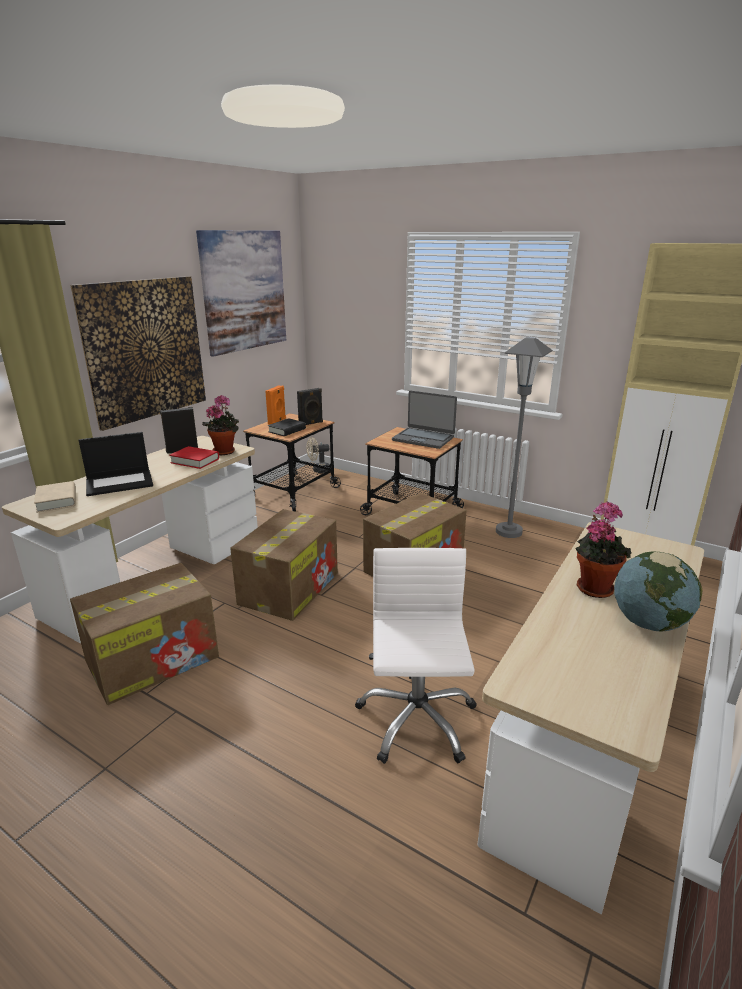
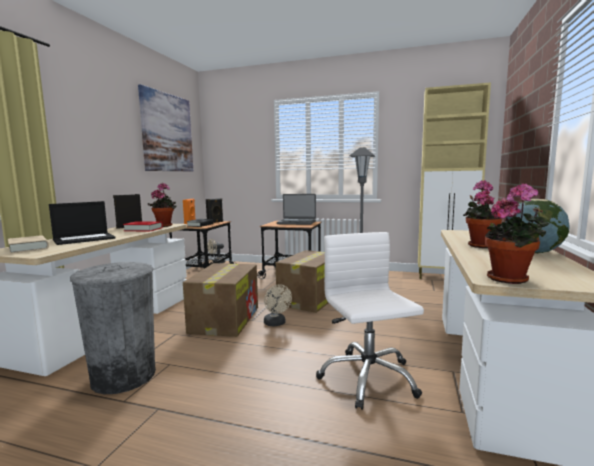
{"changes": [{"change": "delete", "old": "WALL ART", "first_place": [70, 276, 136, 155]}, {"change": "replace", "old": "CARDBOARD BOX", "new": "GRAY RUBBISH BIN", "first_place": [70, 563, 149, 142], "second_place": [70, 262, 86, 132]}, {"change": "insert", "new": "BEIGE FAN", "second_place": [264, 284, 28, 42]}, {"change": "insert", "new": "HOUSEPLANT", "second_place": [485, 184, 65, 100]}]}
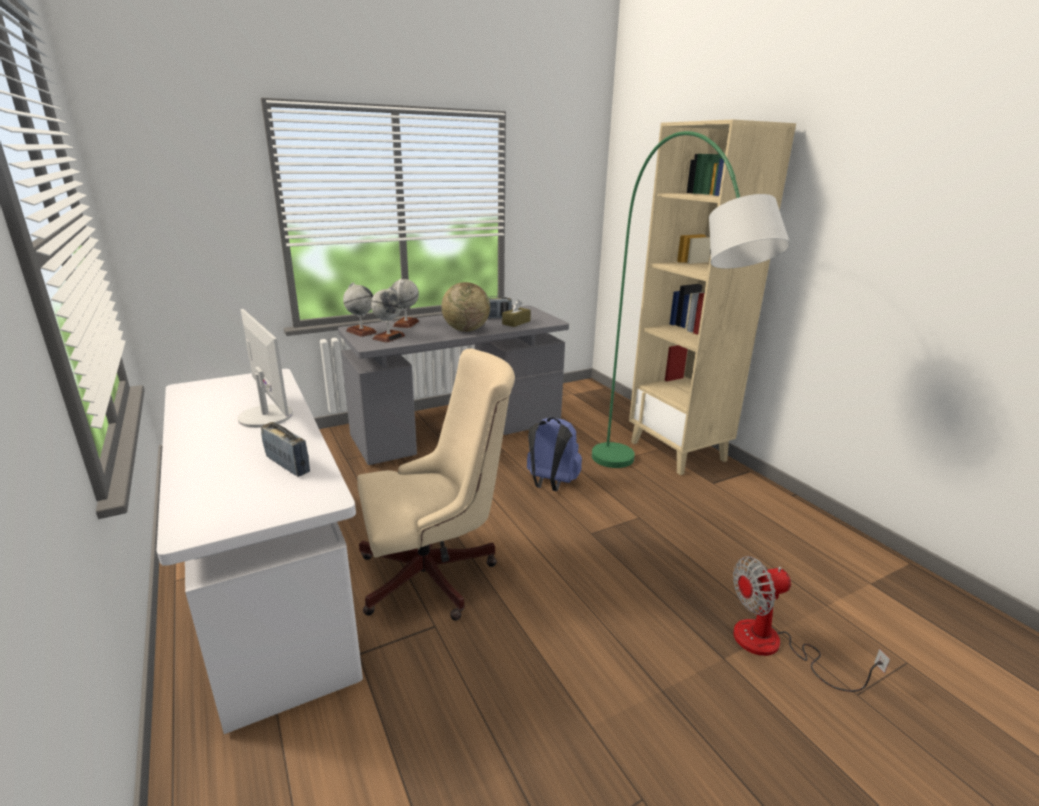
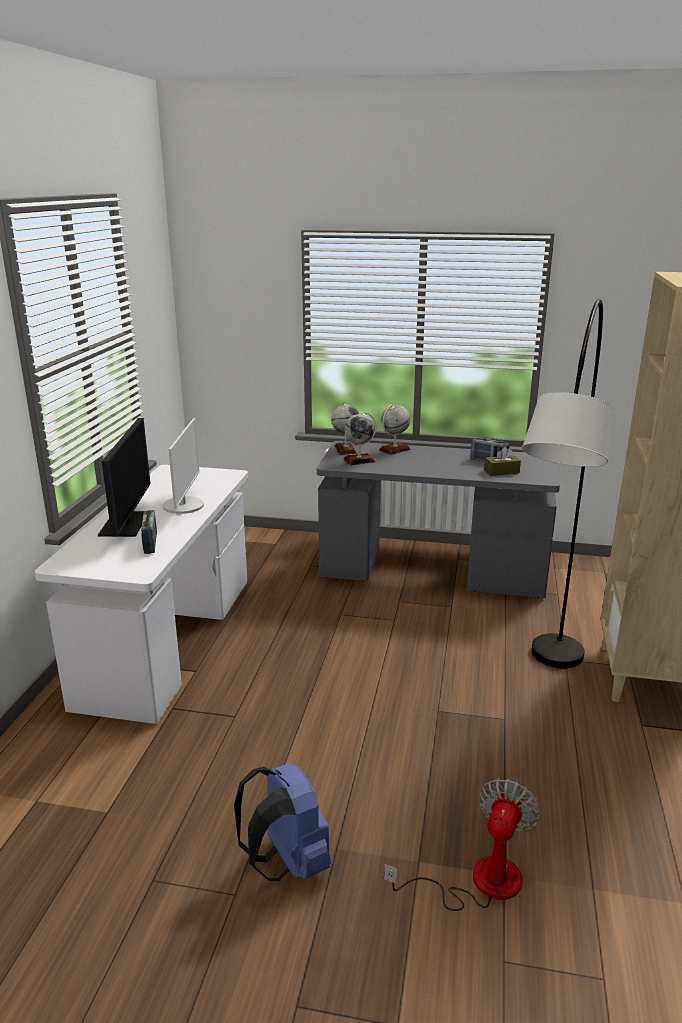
{"changes": [{"change": "delete", "old": "BEIGE DESK CHAIR", "first_place": [357, 348, 158, 273]}, {"change": "delete", "old": "GLOBE", "first_place": [441, 282, 49, 50]}, {"change": "move", "old": "BLUE-COLOURED BACKPACK", "first_place": [527, 417, 55, 74], "second_place": [234, 763, 97, 118]}, {"change": "recolor", "old": "GREENISH FLOOR LAMP", "new": "GRAY FLOOR LAMP", "first_place": [592, 131, 198, 337], "second_place": [522, 299, 90, 370]}, {"change": "rotate", "old": "FAN", "first_place": [733, 556, 157, 136], "second_place": [384, 778, 157, 133], "degrees": 90}, {"change": "insert", "new": "COMPUTER DISPLAY", "second_place": [98, 418, 53, 119]}]}
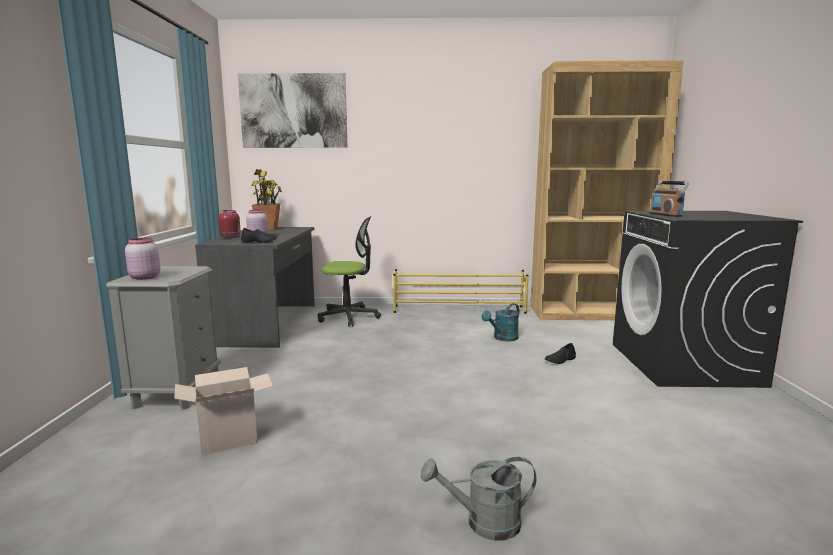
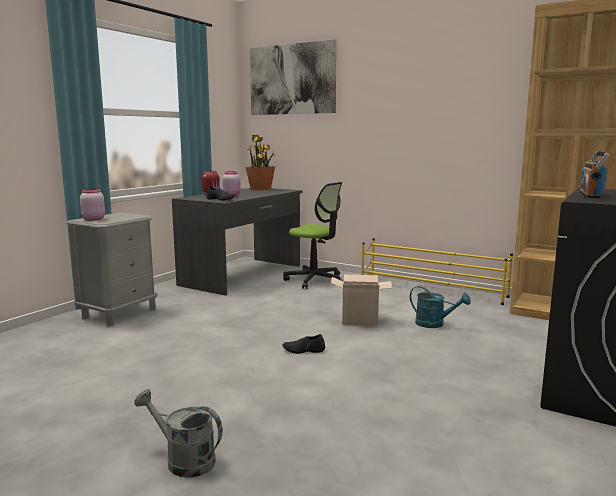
{"changes": [{"change": "move", "old": "CARDBOARD BOX", "first_place": [174, 367, 99, 88], "second_place": [331, 275, 61, 51]}, {"change": "rotate", "old": "TURQUOISE-COLOURED WATERING POT", "first_place": [482, 303, 37, 38], "second_place": [410, 286, 61, 42], "degrees": -135}, {"change": "move", "old": "BLACK ITEM OF FOOTWEAR", "first_place": [545, 343, 31, 21], "second_place": [282, 334, 43, 20]}]}
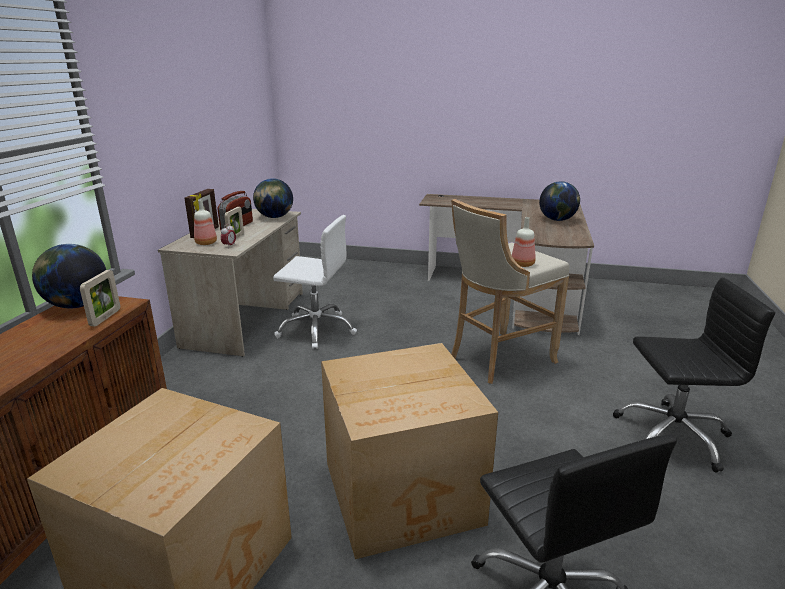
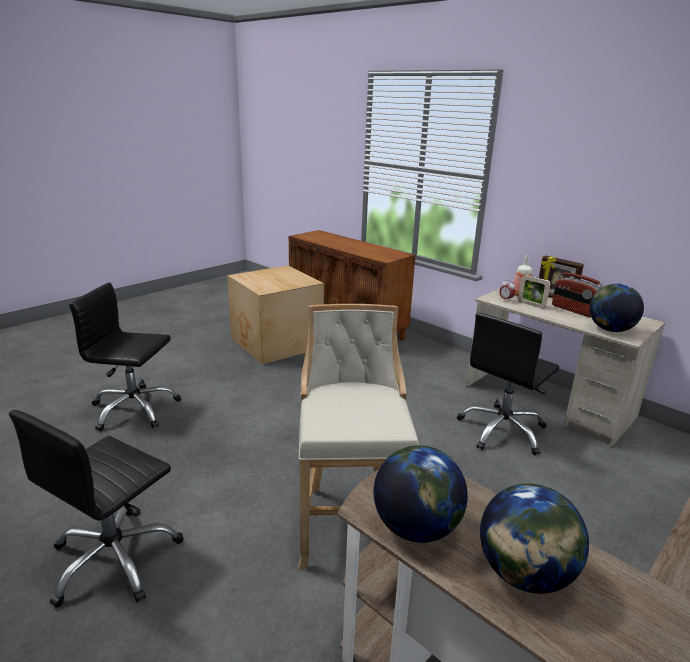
{"changes": [{"change": "move", "old": "GLOBE", "first_place": [32, 244, 74, 64], "second_place": [374, 445, 94, 98]}, {"change": "delete", "old": "PHOTO FRAME", "first_place": [80, 270, 40, 56]}, {"change": "recolor", "old": "WHITISH DESK CHAIR", "new": "BLACK DESK CHAIR", "first_place": [273, 215, 84, 134], "second_place": [457, 313, 102, 142]}, {"change": "delete", "old": "CARDBOARD BOX", "first_place": [321, 343, 177, 216]}, {"change": "delete", "old": "DRINK BOTTLE", "first_place": [512, 217, 24, 50]}]}
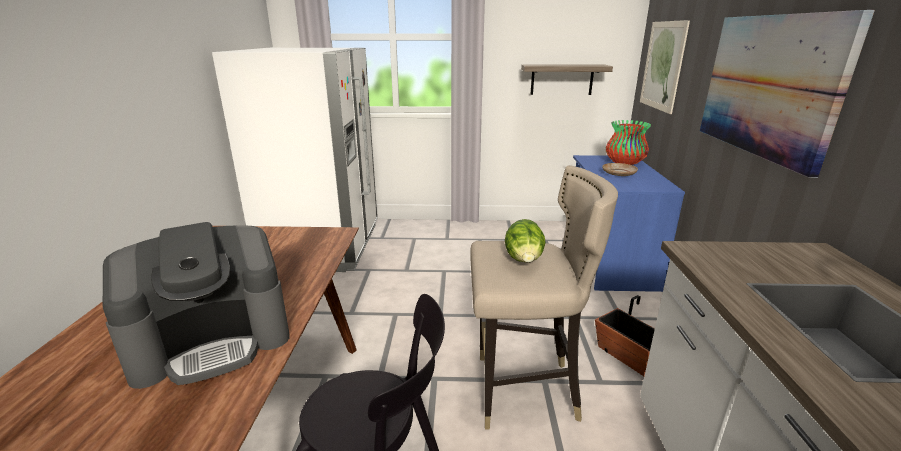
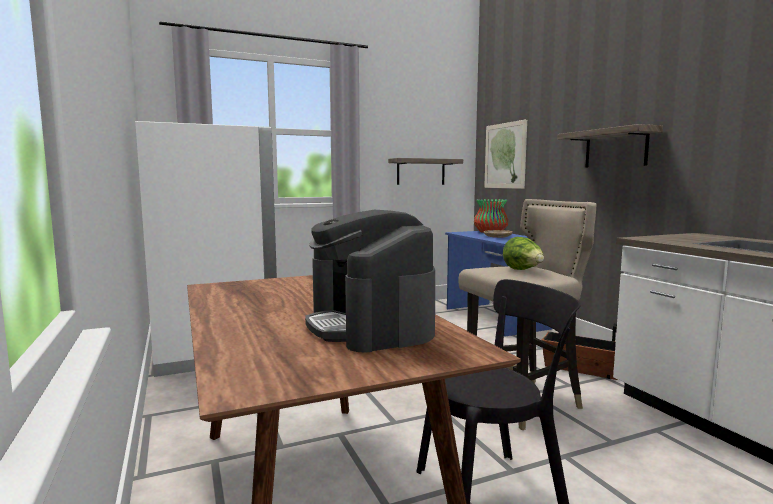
{"changes": [{"change": "rotate", "old": "COFFEE MAKER", "first_place": [103, 222, 187, 167], "second_place": [305, 210, 130, 143], "degrees": 120}, {"change": "replace", "old": "WALL ART", "new": "BRACKET SHELF", "first_place": [700, 10, 175, 168], "second_place": [557, 124, 106, 44]}]}
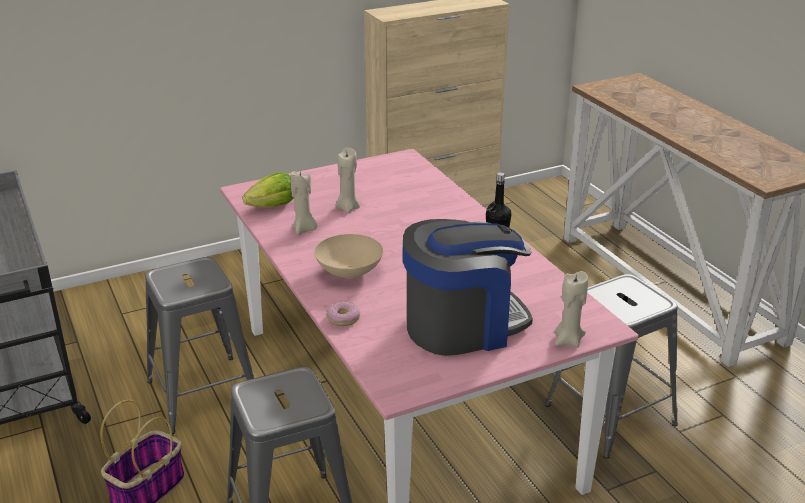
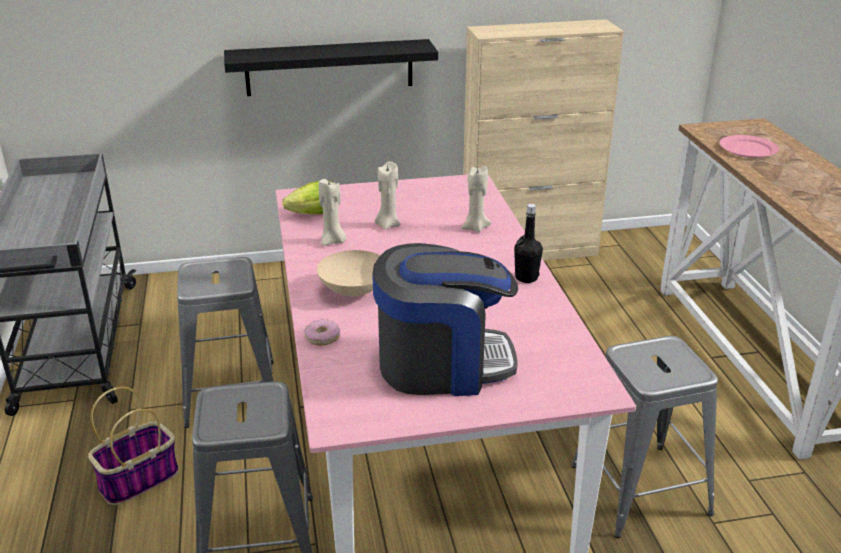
{"changes": [{"change": "move", "old": "BEIGE WAX LIGHT", "first_place": [555, 271, 33, 77], "second_place": [461, 166, 31, 67]}, {"change": "insert", "new": "BLACK BRACKET SHELF", "second_place": [224, 39, 214, 57]}, {"change": "insert", "new": "PINK-COLOURED DINNER PLATE", "second_place": [719, 135, 60, 23]}]}
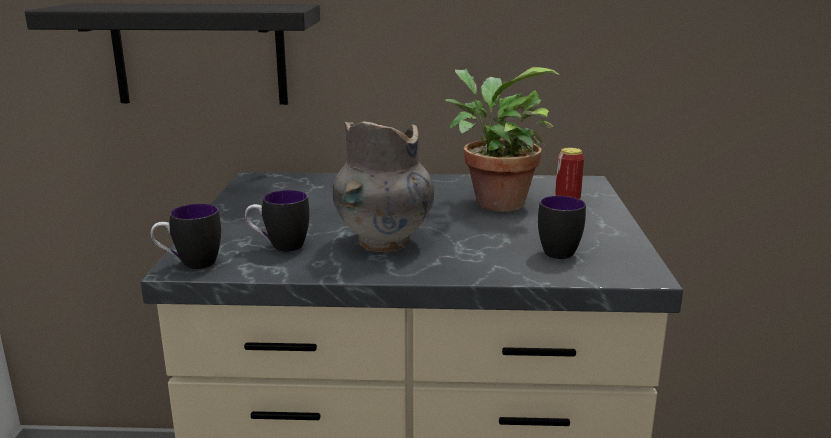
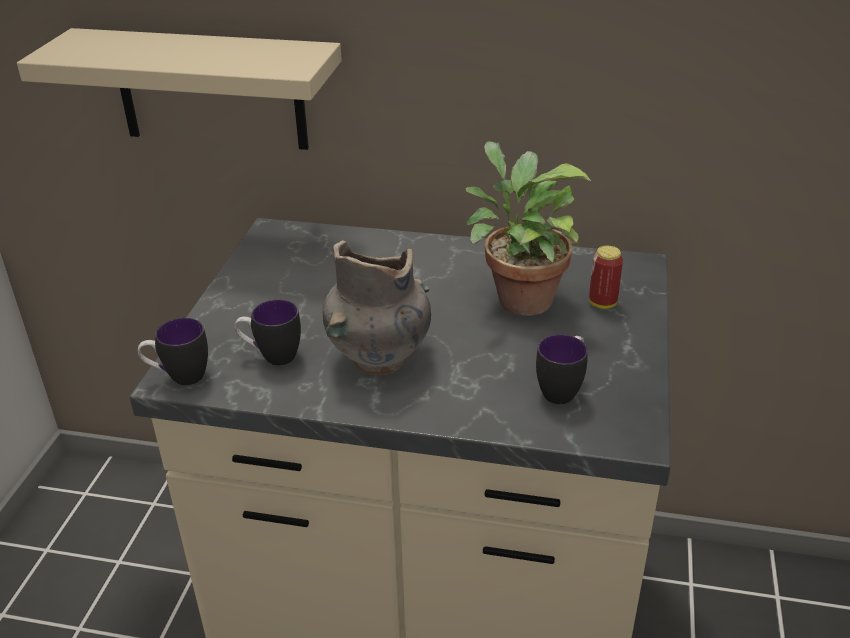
{"changes": [{"change": "recolor", "old": "BLACK BRACKET SHELF", "new": "BEIGE BRACKET SHELF", "first_place": [25, 3, 295, 102], "second_place": [17, 28, 325, 122]}]}
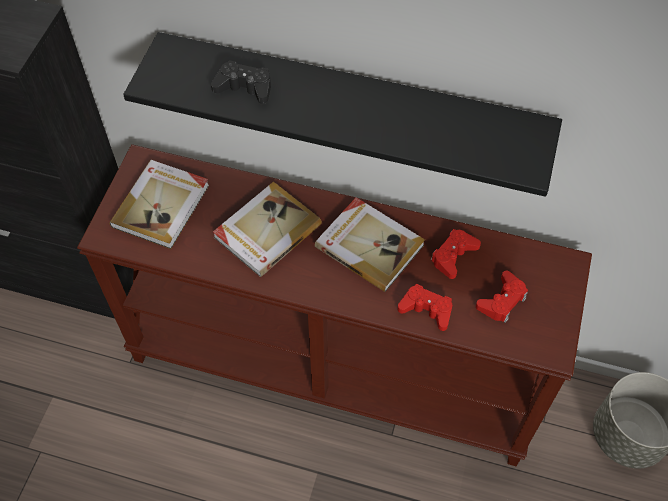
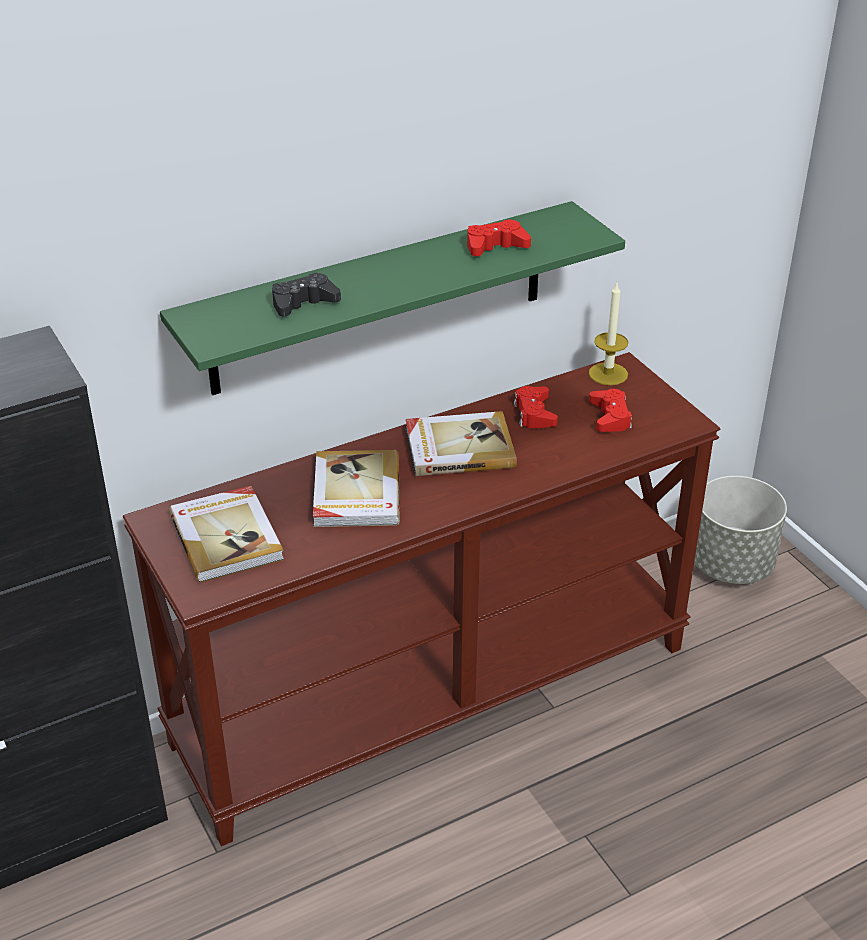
{"changes": [{"change": "recolor", "old": "BLACK BRACKET SHELF", "new": "GREENISH BRACKET SHELF", "first_place": [123, 32, 439, 165], "second_place": [160, 201, 465, 194]}, {"change": "move", "old": "REDDISH GAMEPAD", "first_place": [398, 284, 54, 47], "second_place": [467, 219, 64, 37]}, {"change": "insert", "new": "WAX LIGHT", "second_place": [589, 283, 39, 102]}]}
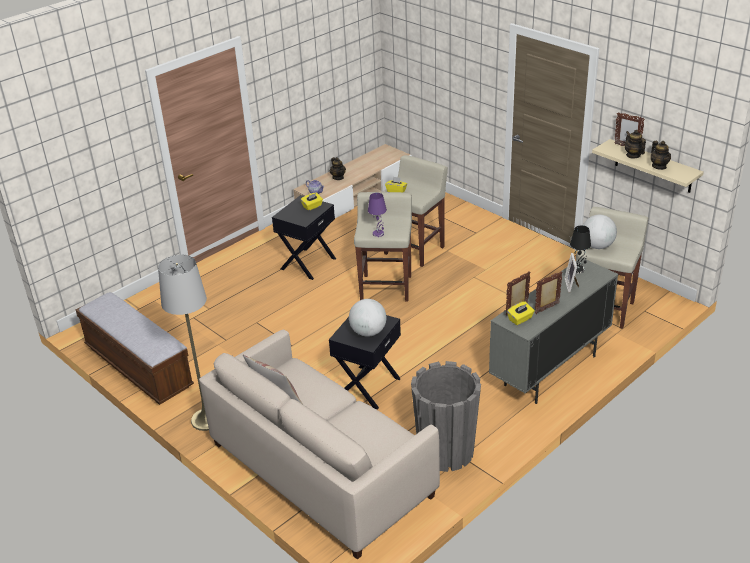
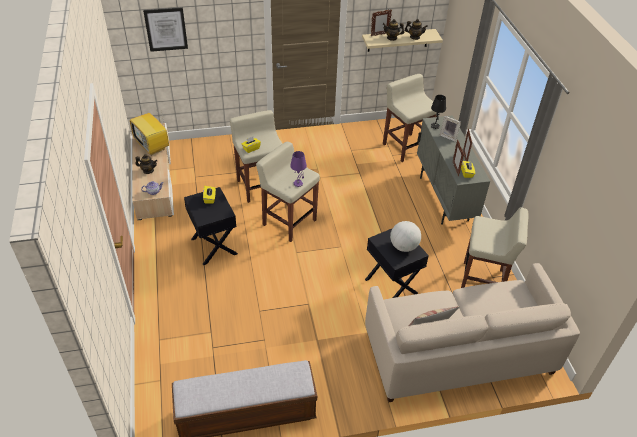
{"changes": [{"change": "delete", "old": "GRAY FLOOR LAMP", "first_place": [158, 255, 51, 176]}, {"change": "replace", "old": "GRAY FLOWER POT", "new": "BEIGE STOOL SEAT", "first_place": [411, 361, 70, 111], "second_place": [461, 207, 67, 81]}, {"change": "delete", "old": "GLOBE", "first_place": [583, 215, 34, 34]}, {"change": "insert", "new": "TELEVISION", "second_place": [130, 110, 39, 46]}, {"change": "insert", "new": "WALL ART", "second_place": [143, 7, 45, 45]}]}
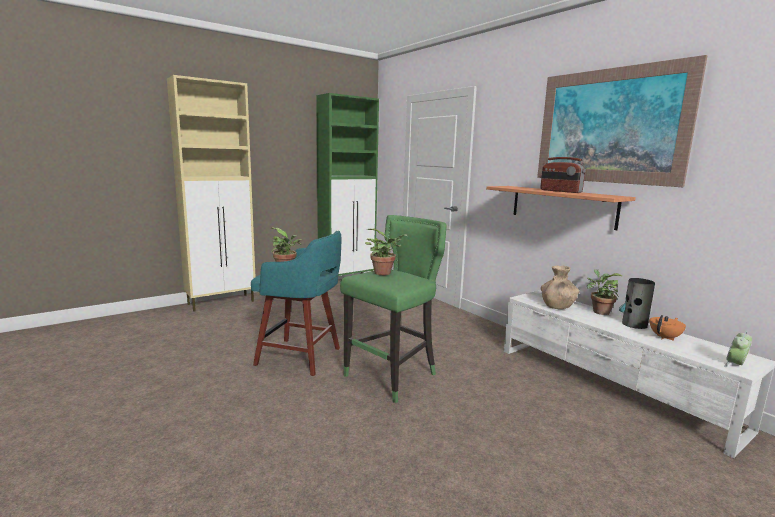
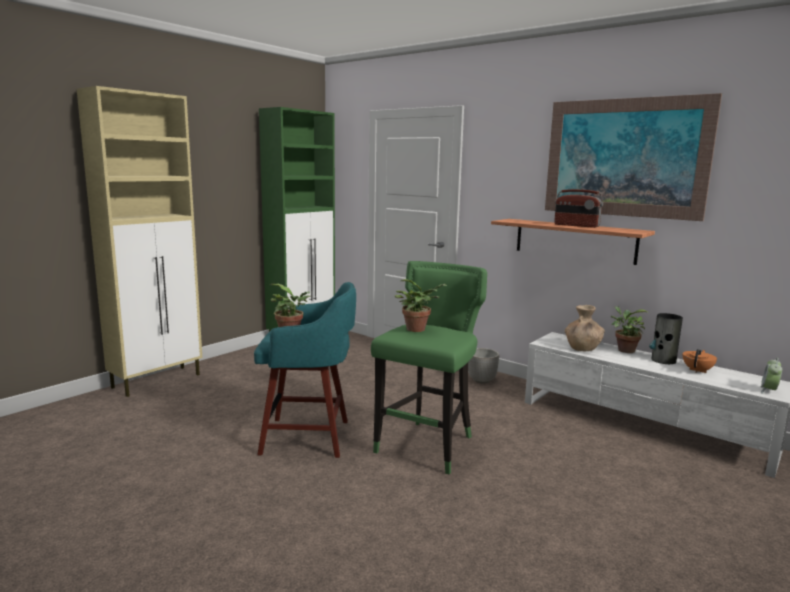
{"changes": [{"change": "insert", "new": "FLOWER POT", "second_place": [468, 348, 31, 36]}]}
